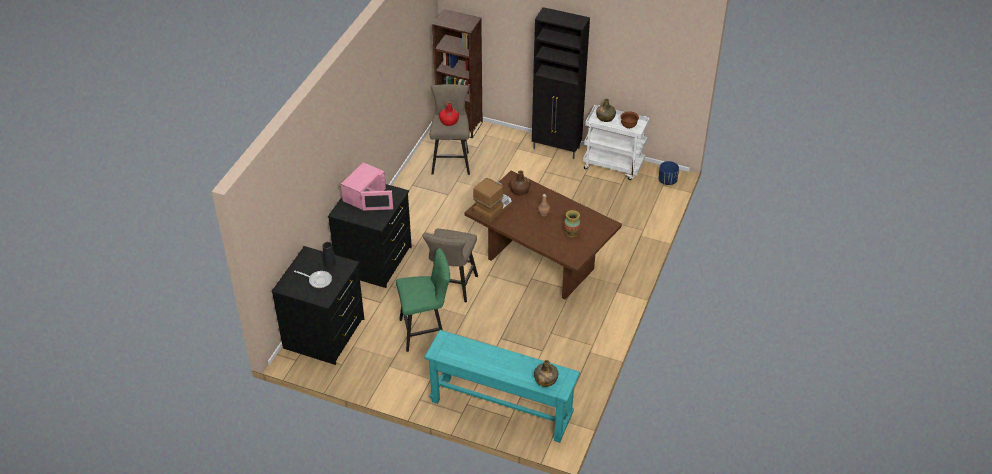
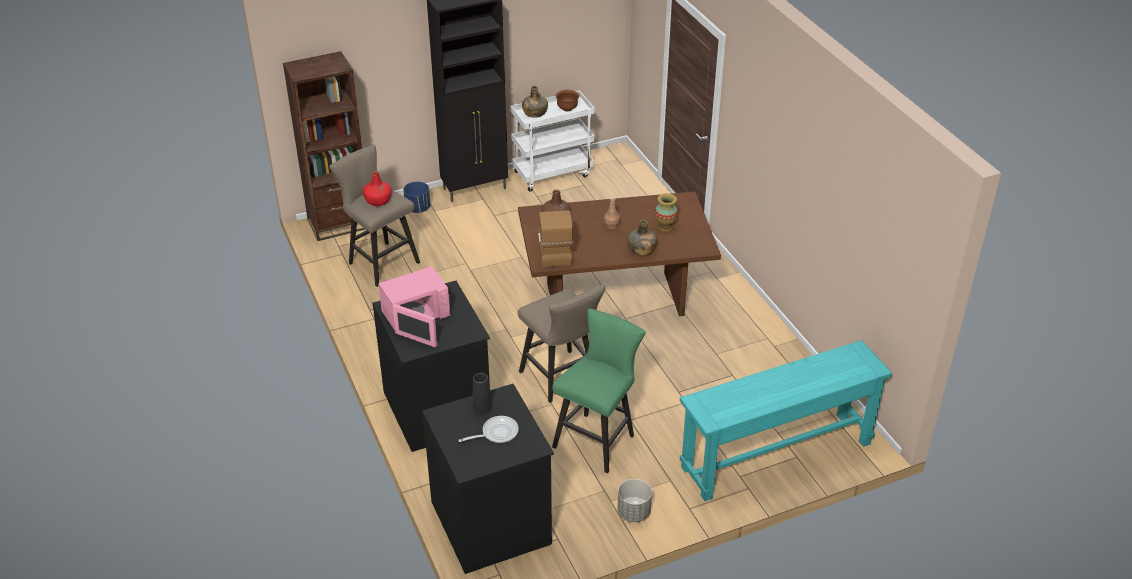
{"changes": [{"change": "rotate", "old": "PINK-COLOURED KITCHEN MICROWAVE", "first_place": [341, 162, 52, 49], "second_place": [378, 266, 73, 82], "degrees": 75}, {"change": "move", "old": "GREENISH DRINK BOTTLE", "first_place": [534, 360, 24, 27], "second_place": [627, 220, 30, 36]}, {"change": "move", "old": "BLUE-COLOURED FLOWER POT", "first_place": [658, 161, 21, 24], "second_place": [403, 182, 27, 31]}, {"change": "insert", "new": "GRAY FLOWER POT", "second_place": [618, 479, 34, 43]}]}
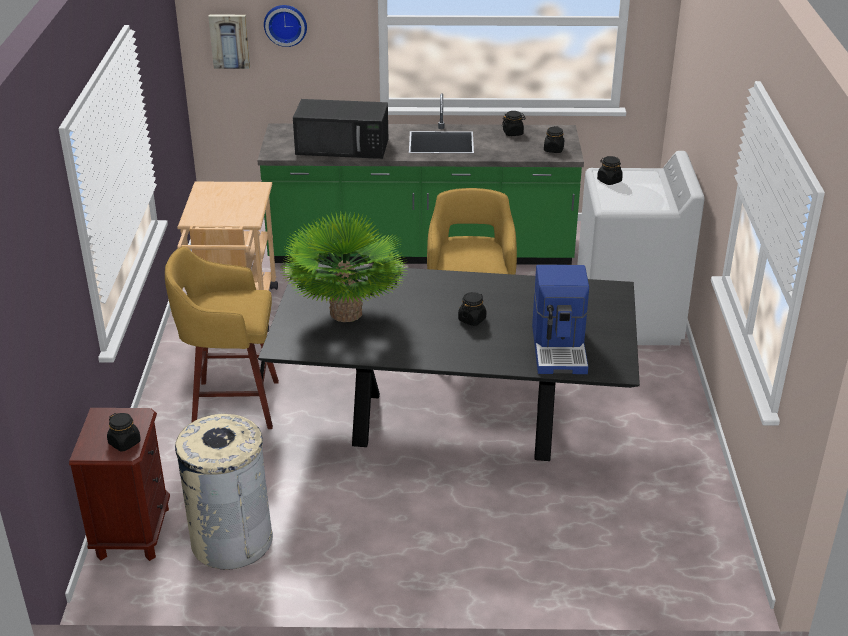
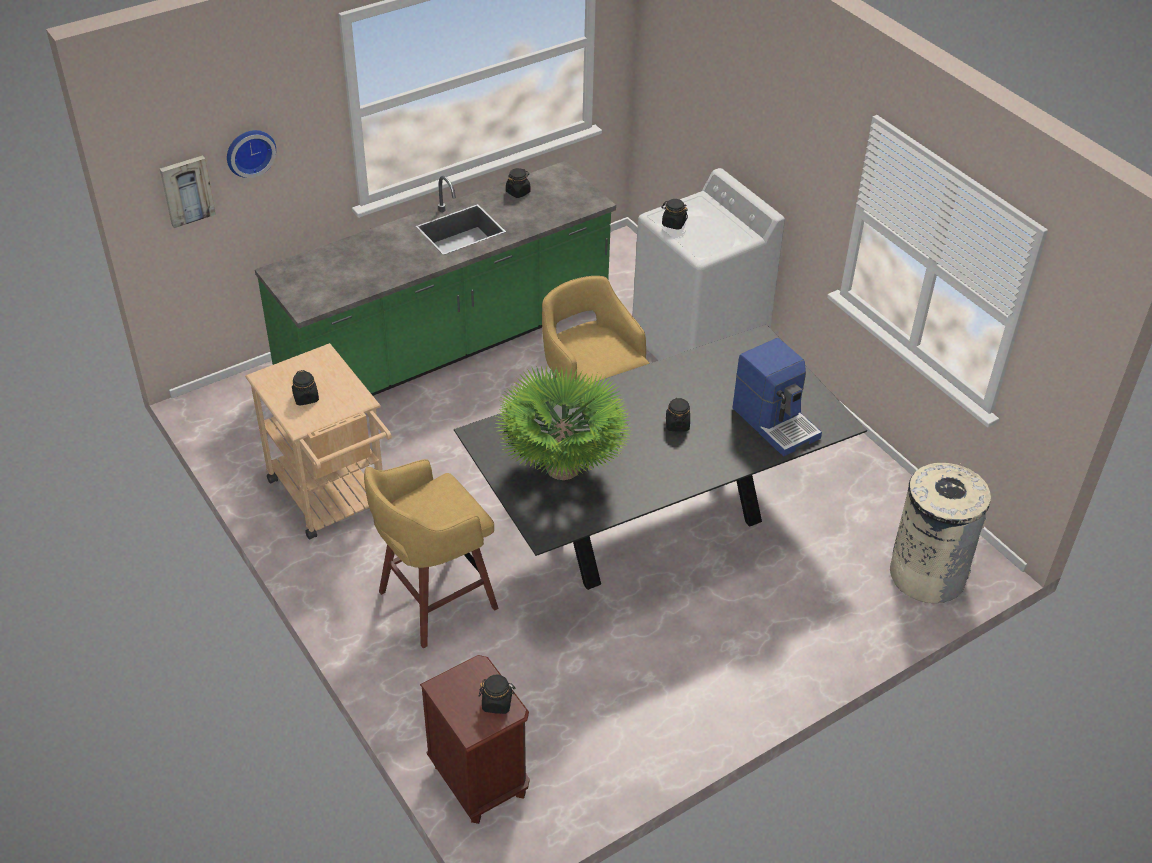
{"changes": [{"change": "move", "old": "BEIGE RUBBISH BIN", "first_place": [175, 414, 98, 155], "second_place": [890, 463, 101, 140]}, {"change": "delete", "old": "BLACK KITCHEN MICROWAVE", "first_place": [293, 99, 95, 60]}, {"change": "move", "old": "BLACK STORAGE JAR", "first_place": [544, 126, 20, 27], "second_place": [292, 370, 27, 36]}]}
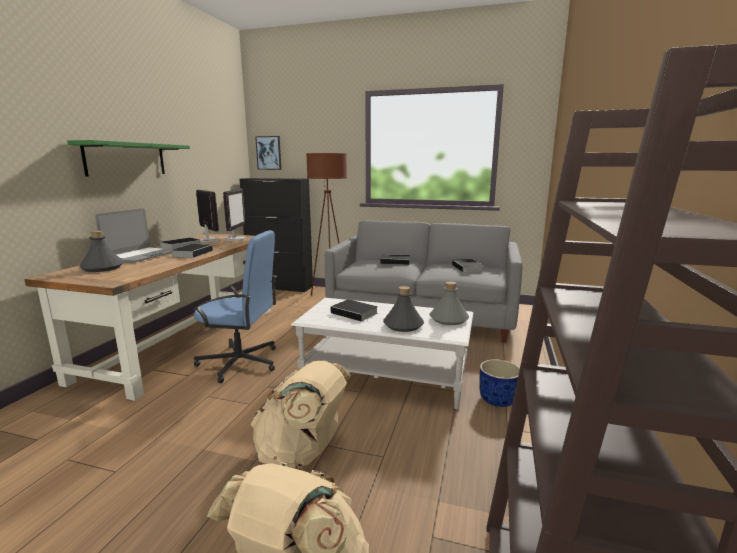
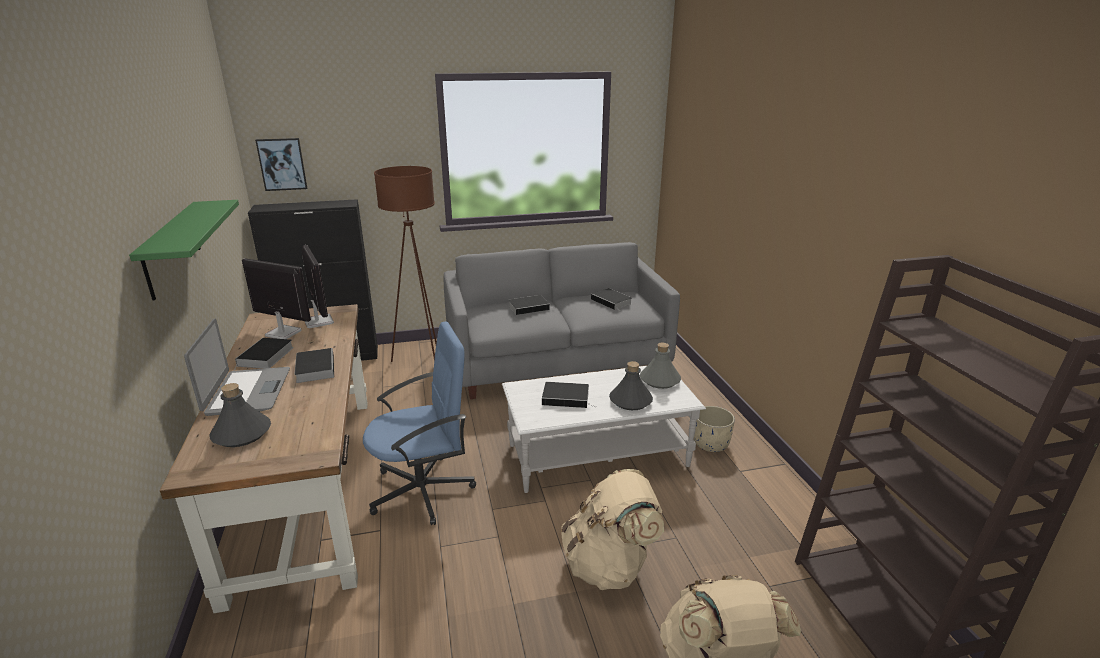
{"changes": [{"change": "recolor", "old": "BLUE-COLOURED FLOWER POT", "new": "BEIGE FLOWER POT", "first_place": [479, 359, 41, 48], "second_place": [694, 406, 41, 46]}]}
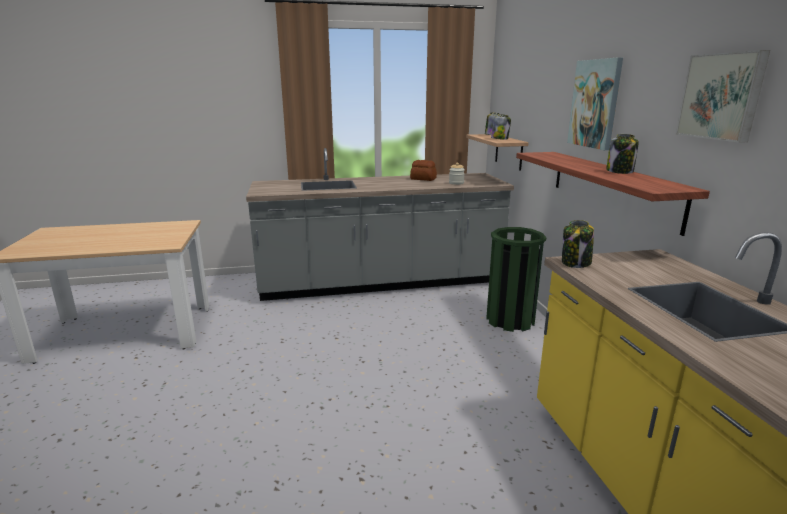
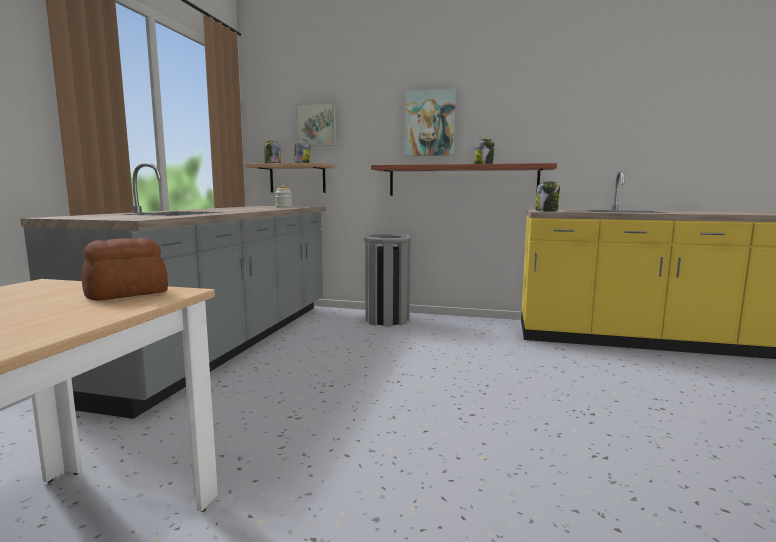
{"changes": [{"change": "move", "old": "BAKED BREAD", "first_place": [410, 160, 27, 21], "second_place": [81, 238, 87, 63]}, {"change": "recolor", "old": "GREENISH RUBBISH BIN", "new": "GRAY RUBBISH BIN", "first_place": [486, 227, 60, 105], "second_place": [364, 234, 48, 93]}, {"change": "move", "old": "WALL ART", "first_place": [676, 50, 94, 93], "second_place": [295, 102, 41, 44]}]}
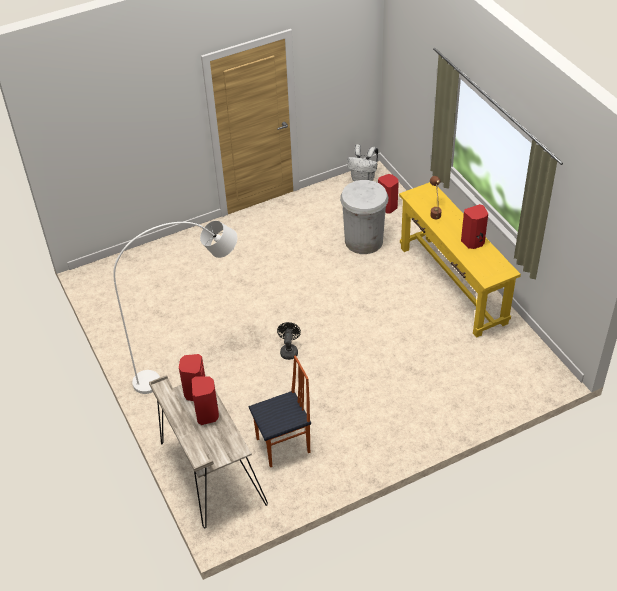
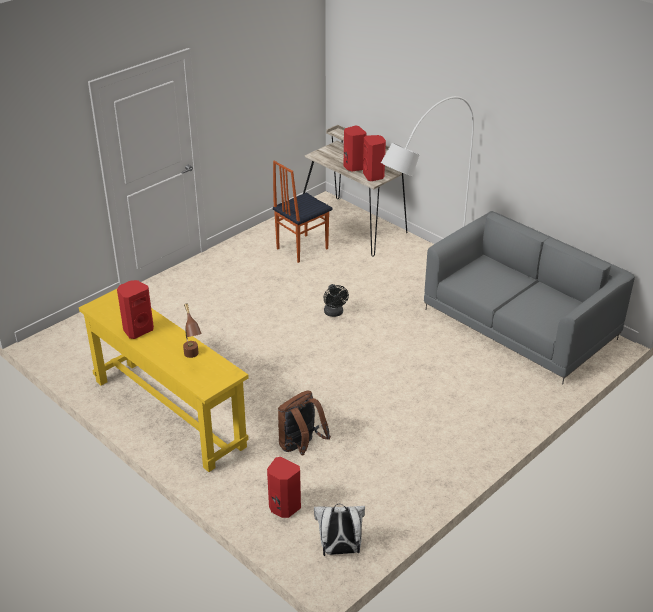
{"changes": [{"change": "replace", "old": "WHITISH RUBBISH BIN", "new": "BROWNISH BACKPACK", "first_place": [340, 180, 48, 74], "second_place": [278, 391, 53, 64]}, {"change": "insert", "new": "GRAY COUCH", "second_place": [424, 211, 211, 174]}]}
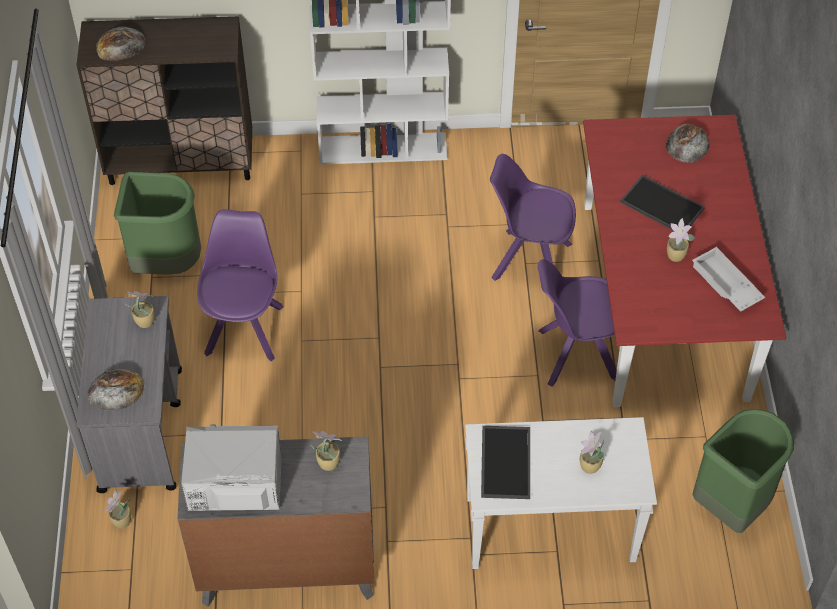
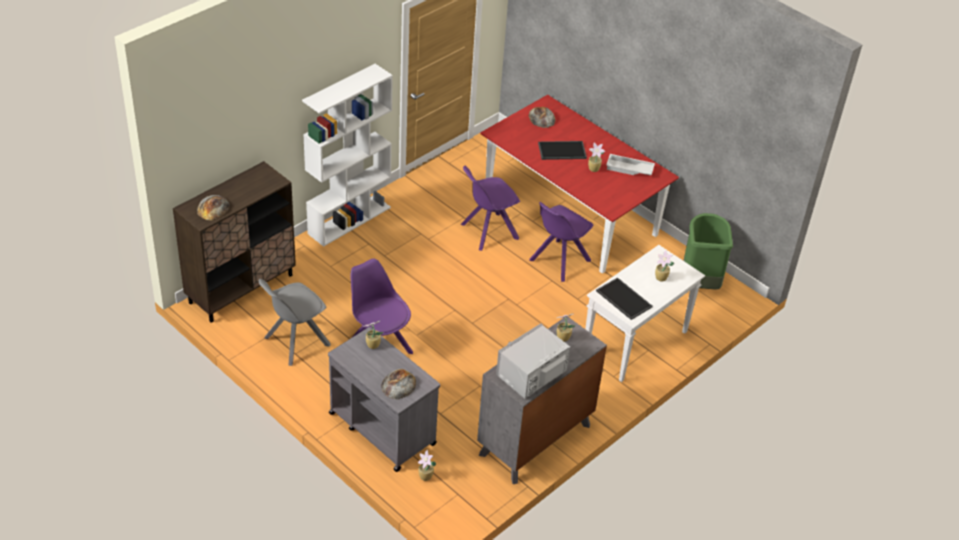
{"changes": [{"change": "replace", "old": "GREENISH RUBBISH BIN", "new": "GRAY CHAIR", "first_place": [114, 172, 87, 103], "second_place": [259, 279, 72, 87]}]}
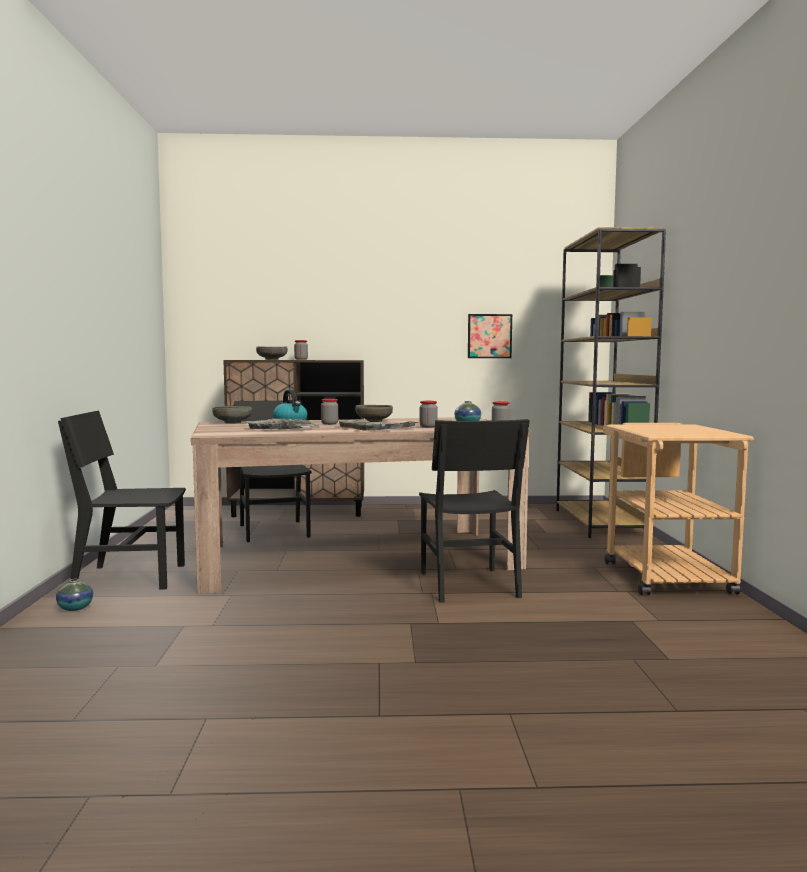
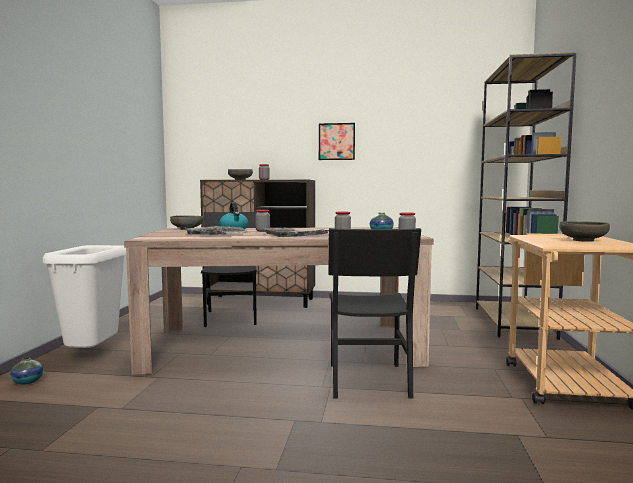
{"changes": [{"change": "replace", "old": "BLACK CHAIR", "new": "WHITISH RUBBISH BIN", "first_place": [58, 411, 128, 179], "second_place": [43, 245, 83, 103]}, {"change": "move", "old": "GRAY BOWL", "first_place": [355, 405, 38, 17], "second_place": [559, 221, 51, 21]}, {"change": "move", "old": "WALL ART", "first_place": [468, 314, 44, 44], "second_place": [319, 123, 36, 37]}]}
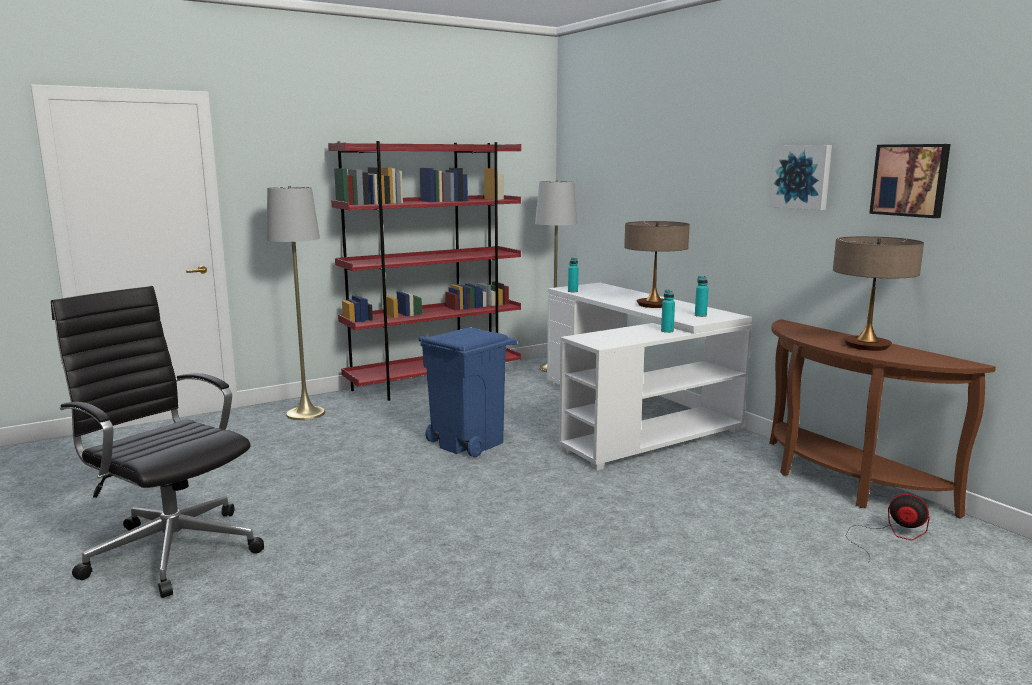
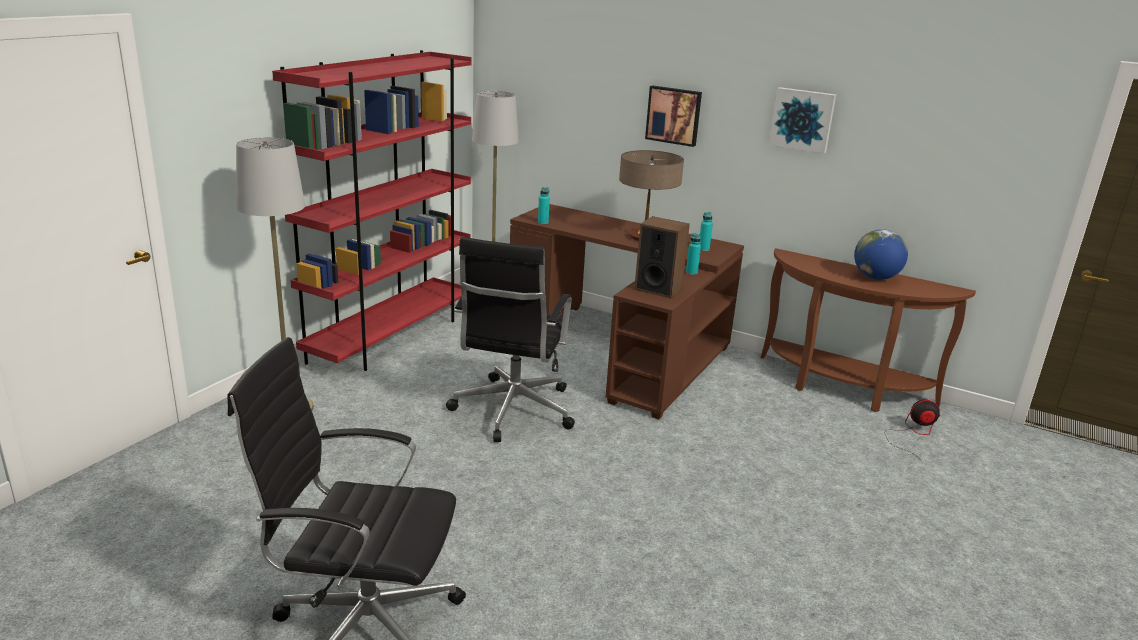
{"changes": [{"change": "replace", "old": "BLUE-COLOURED RUBBISH BIN", "new": "BLACK DESK CHAIR", "first_place": [419, 327, 98, 130], "second_place": [446, 237, 129, 205]}, {"change": "recolor", "old": "WHITISH DESK UNIT", "new": "BROWNISH DESK UNIT", "first_place": [547, 283, 205, 188], "second_place": [510, 204, 234, 215]}, {"change": "replace", "old": "TABLETOP LAMP", "new": "GLOBE", "first_place": [833, 236, 91, 115], "second_place": [854, 229, 54, 51]}, {"change": "move", "old": "WALL ART", "first_place": [869, 144, 82, 74], "second_place": [645, 85, 57, 62]}, {"change": "insert", "new": "LOUDSPEAKER", "second_place": [634, 216, 56, 82]}]}
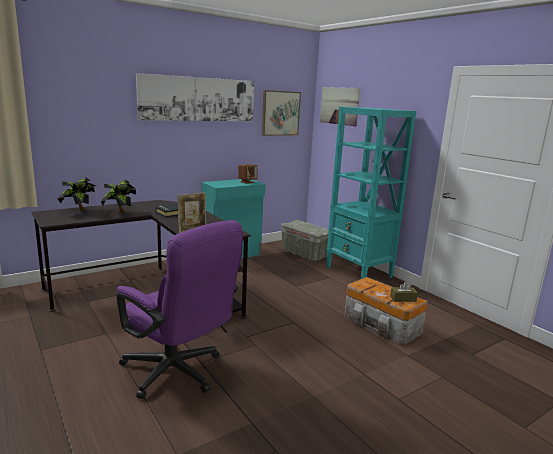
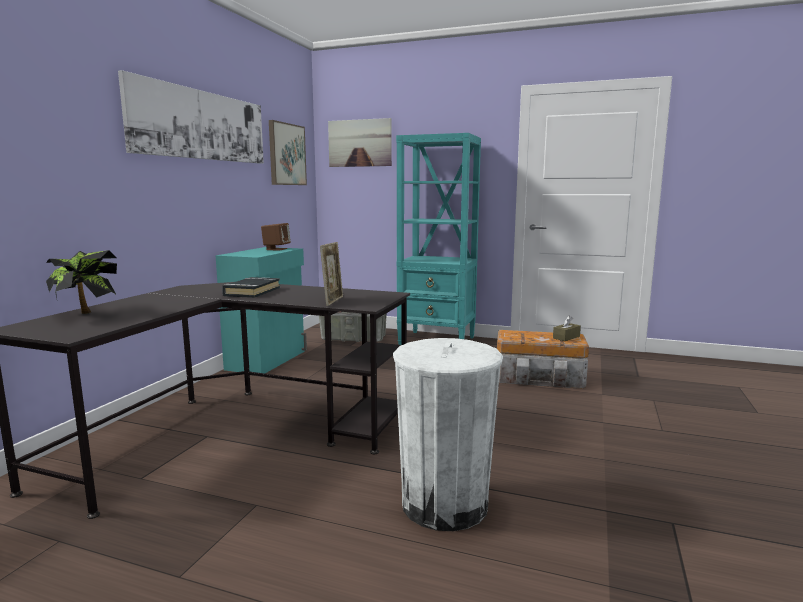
{"changes": [{"change": "delete", "old": "HOUSEPLANT", "first_place": [101, 180, 35, 33]}, {"change": "replace", "old": "PURPLE-COLOURED DESK CHAIR", "new": "WHITISH RUBBISH BIN", "first_place": [116, 220, 127, 179], "second_place": [393, 338, 110, 193]}]}
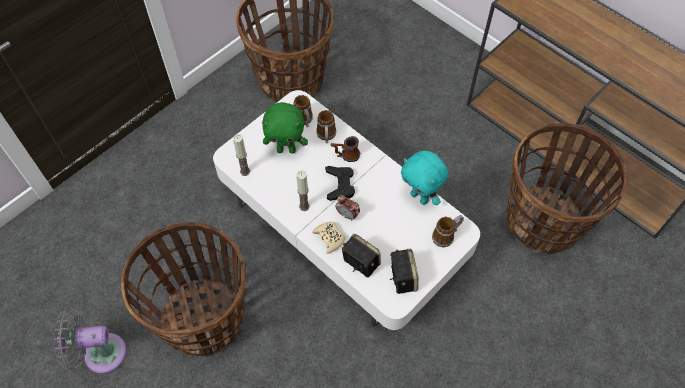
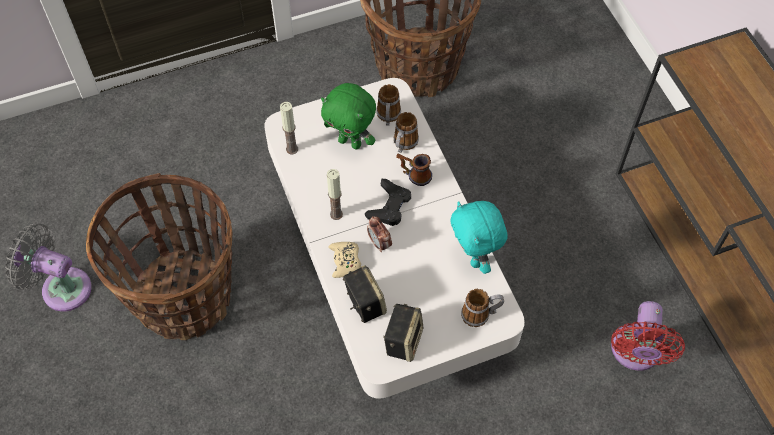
{"changes": [{"change": "replace", "old": "STORAGE BASKET", "new": "REDDISH FAN", "first_place": [506, 123, 122, 132], "second_place": [611, 301, 74, 70]}]}
